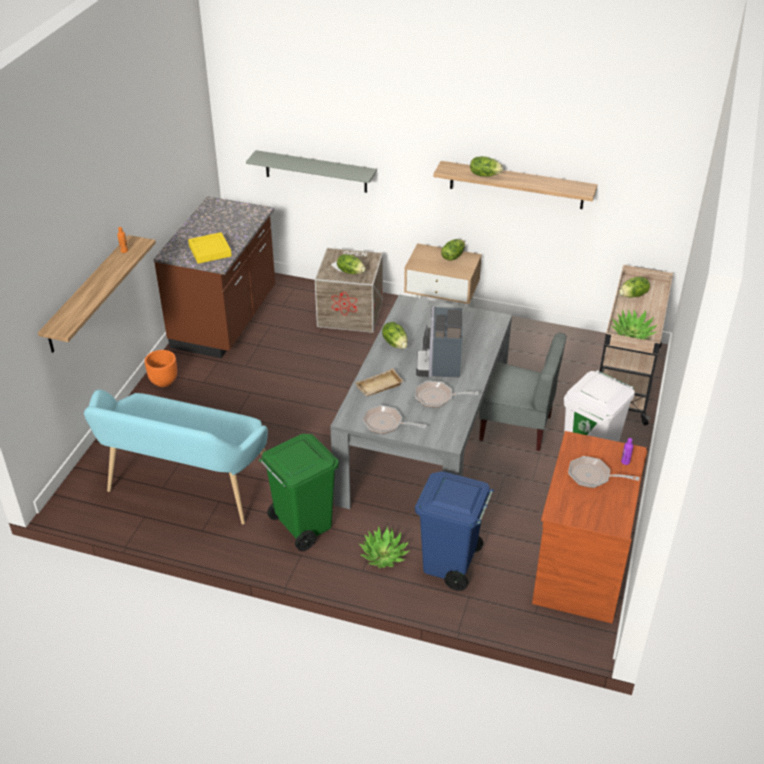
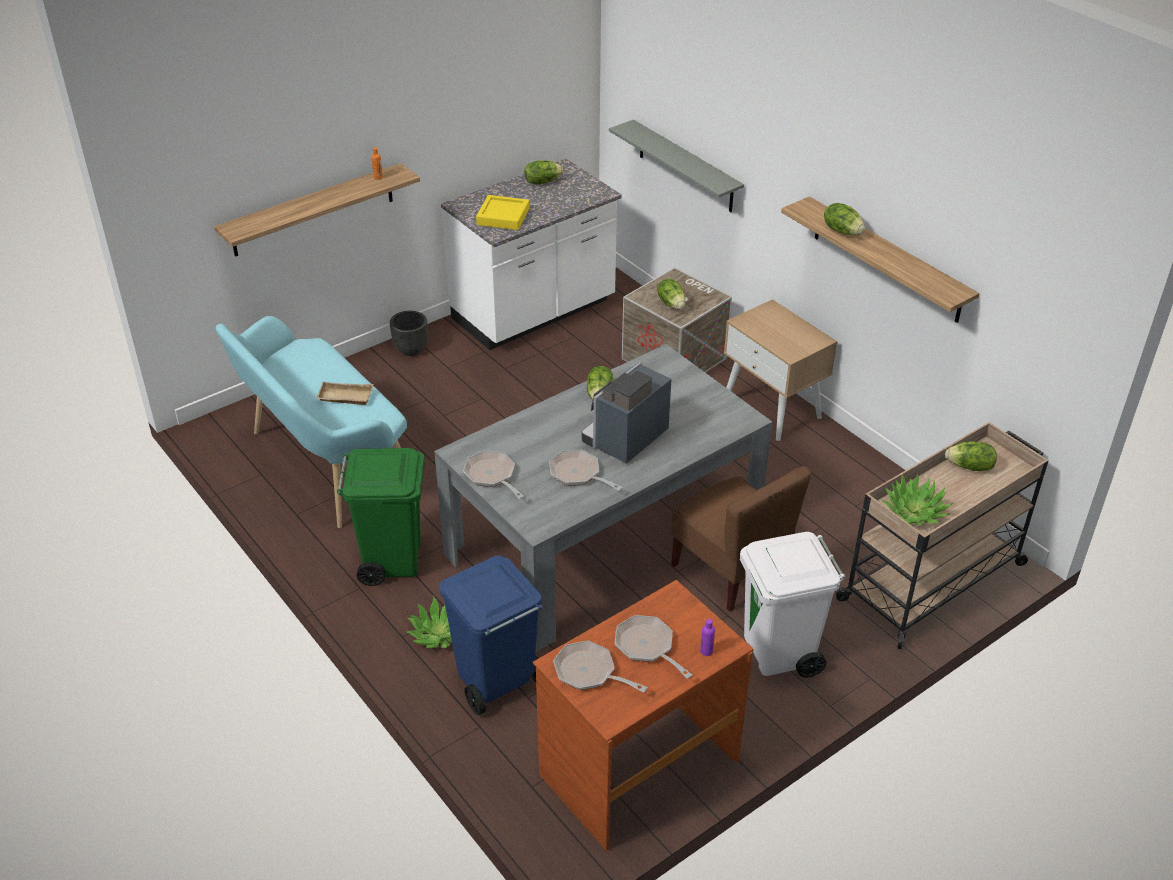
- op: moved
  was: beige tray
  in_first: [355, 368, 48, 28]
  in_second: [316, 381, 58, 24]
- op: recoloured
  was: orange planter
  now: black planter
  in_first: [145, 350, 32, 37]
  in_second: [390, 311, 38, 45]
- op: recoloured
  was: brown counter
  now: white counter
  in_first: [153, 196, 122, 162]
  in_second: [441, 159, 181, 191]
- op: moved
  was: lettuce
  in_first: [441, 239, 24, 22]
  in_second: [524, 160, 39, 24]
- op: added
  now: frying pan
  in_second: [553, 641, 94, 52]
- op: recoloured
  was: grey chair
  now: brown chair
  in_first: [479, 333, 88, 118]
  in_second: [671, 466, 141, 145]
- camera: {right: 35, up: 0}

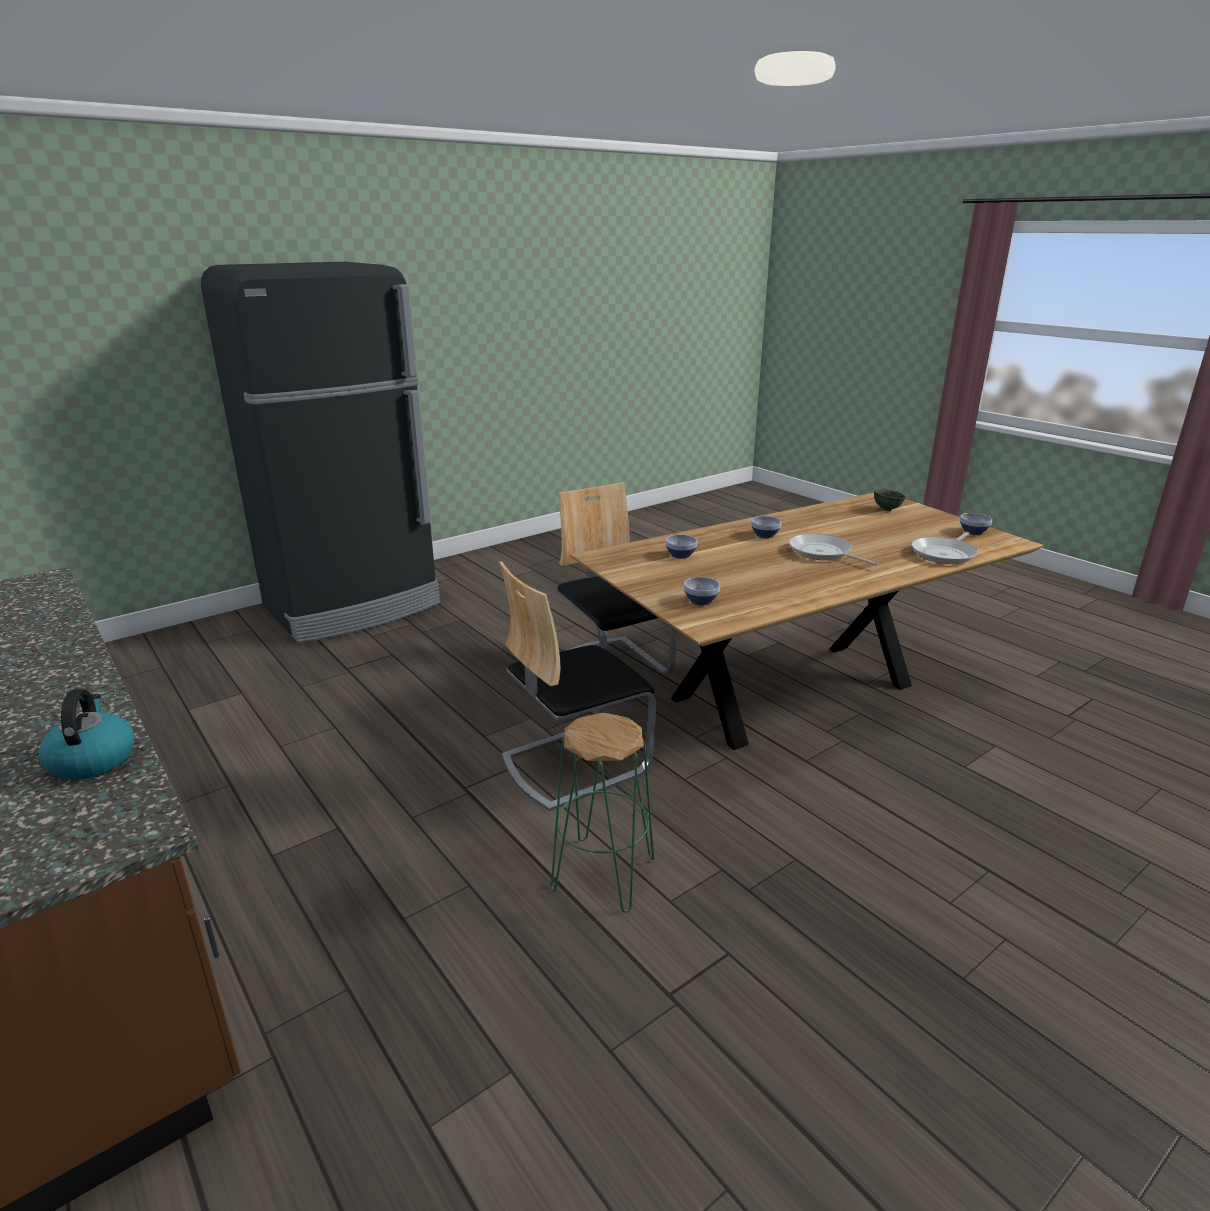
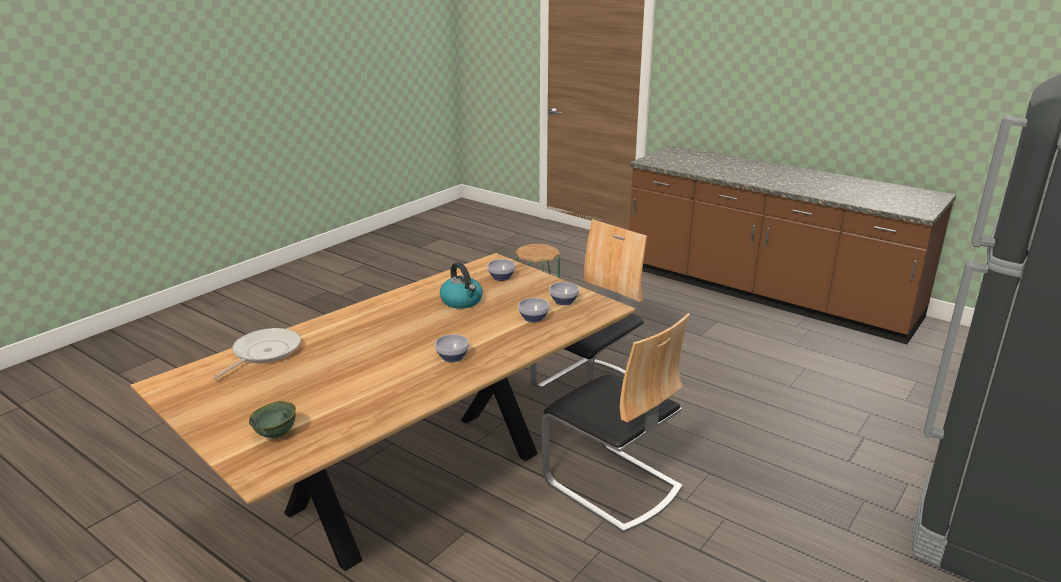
- op: moved
  was: kettle
  in_first: [39, 688, 95, 92]
  in_second: [440, 262, 43, 47]
- op: moved
  was: bowl
  in_first: [960, 513, 32, 22]
  in_second: [549, 282, 30, 23]
- op: removed
  was: frying pan
  in_first: [789, 533, 90, 33]
- camera: {right: 165, up: 0}

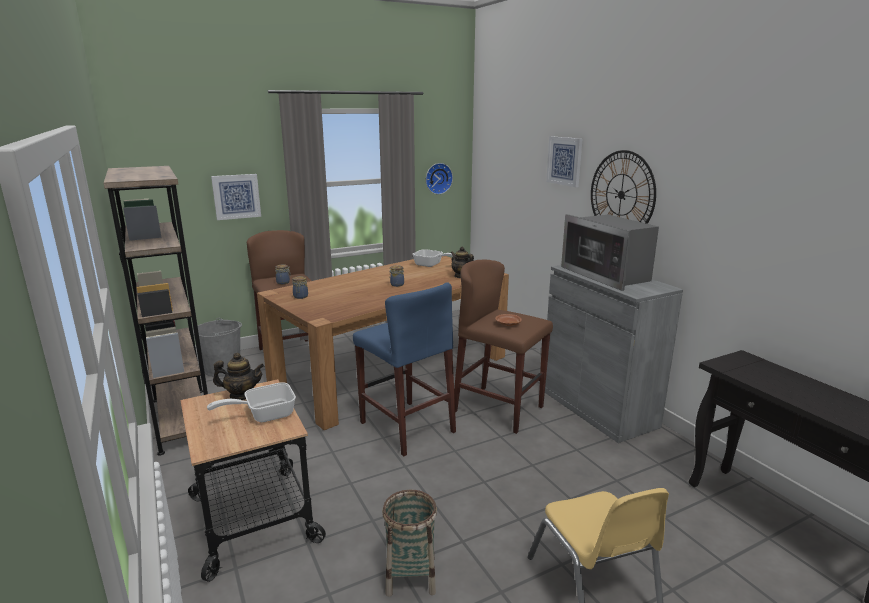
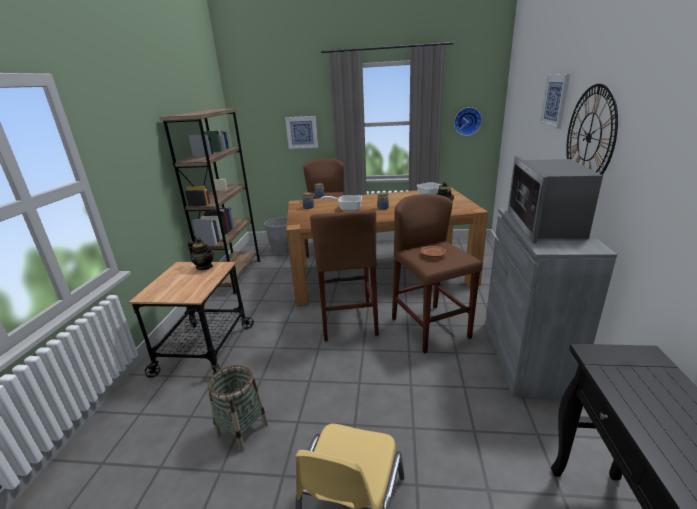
- op: recoloured
  was: blue stool
  now: brown stool
  in_first: [353, 282, 103, 174]
  in_second: [310, 210, 69, 131]
- op: moved
  was: frying pan
  in_first: [207, 382, 89, 40]
  in_second: [321, 195, 41, 16]
- camera: {right: 35, up: 5}

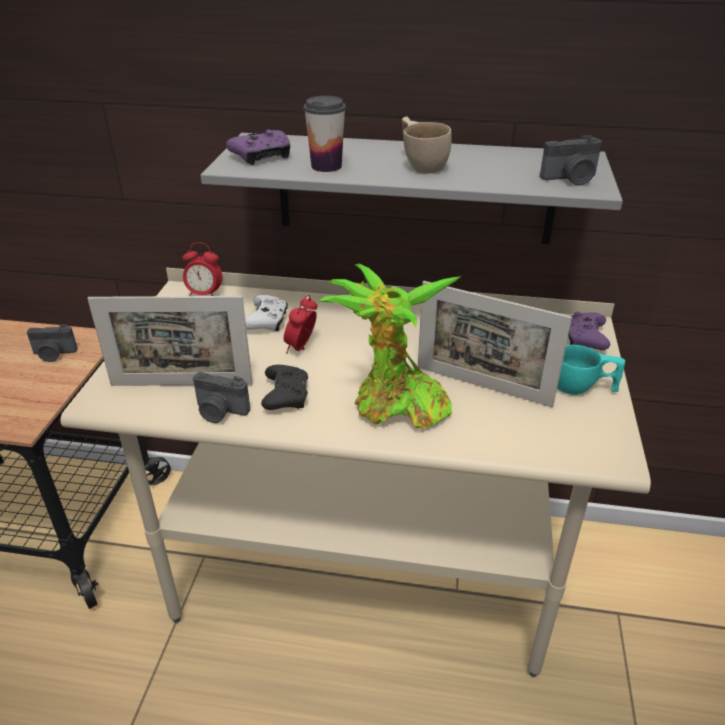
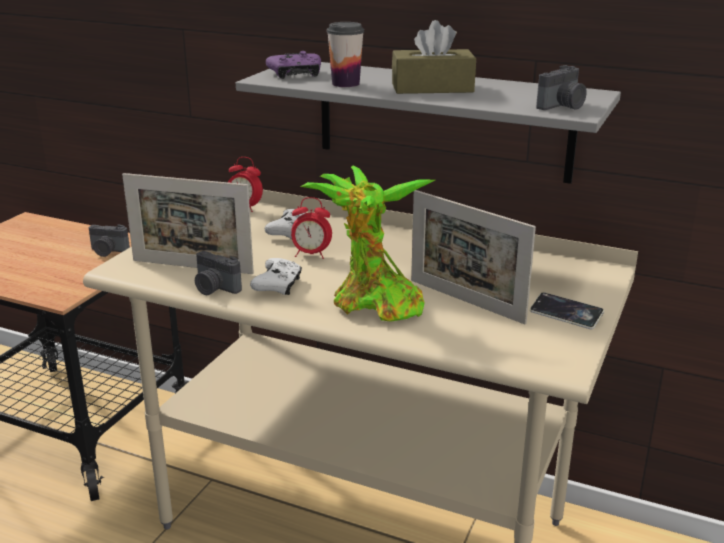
- op: recoloured
  was: black game controller
  now: white game controller
  in_first: [261, 365, 47, 45]
  in_second: [250, 258, 52, 37]
- op: turned
  was: alarm clock
  in_first: [284, 295, 33, 59]
  in_second: [291, 197, 41, 62]
  clockwise: -120
- op: replaced
  was: beige cup
  now: brown tissue box
  in_first: [402, 116, 50, 58]
  in_second: [392, 20, 84, 74]
- op: replaced
  was: turquoise cup
  now: phone
  in_first: [557, 345, 68, 50]
  in_second: [530, 292, 74, 37]
- op: turned
  was: photo camera
  in_first: [540, 135, 62, 51]
  in_second: [536, 65, 51, 45]
  clockwise: -45
- op: removed
  was: purple game controller
  in_first: [568, 312, 42, 38]
- camera: {right: 15, up: -10}

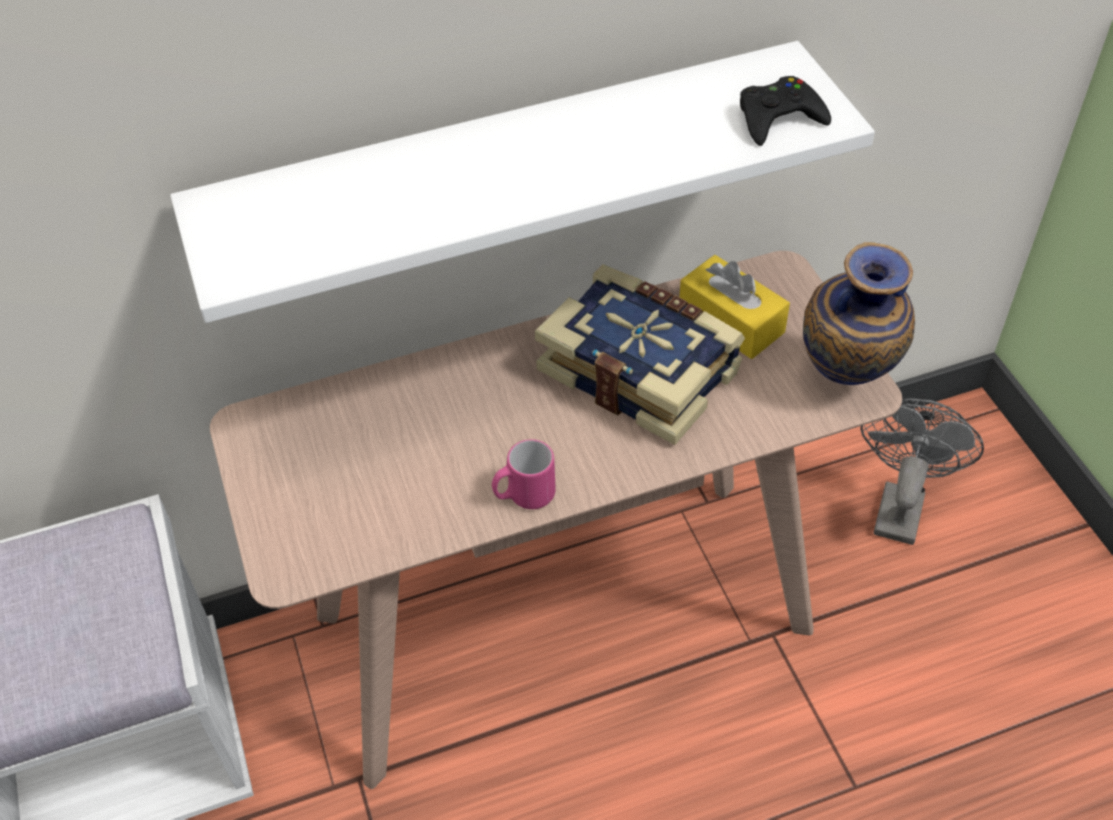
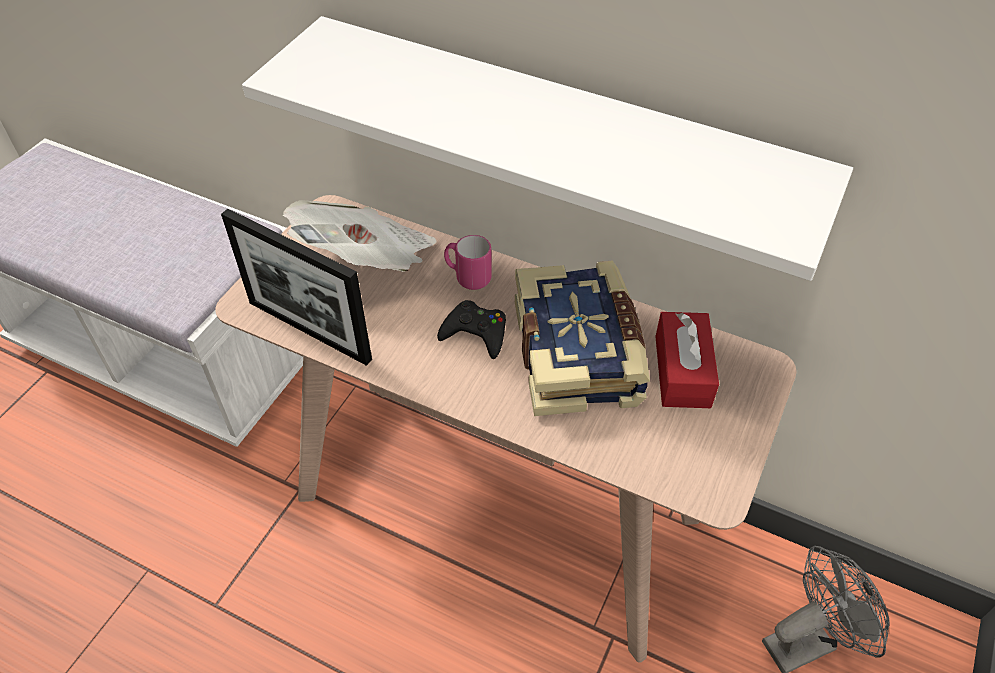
- op: added
  now: picture frame
  in_second: [221, 209, 151, 157]
- op: added
  now: newspaper
  in_second: [283, 200, 154, 72]
- op: moved
  was: black game controller
  in_first: [740, 76, 91, 70]
  in_second: [437, 300, 69, 59]
- op: moved
  was: pink mug
  in_first: [492, 439, 64, 70]
  in_second: [444, 235, 48, 55]
- op: recoloured
  was: yellow tissue box
  now: red tissue box
  in_first: [679, 255, 111, 104]
  in_second: [655, 312, 64, 96]
- op: removed
  was: vase
  in_first: [803, 242, 112, 143]
- camera: {right: 45, up: 0}

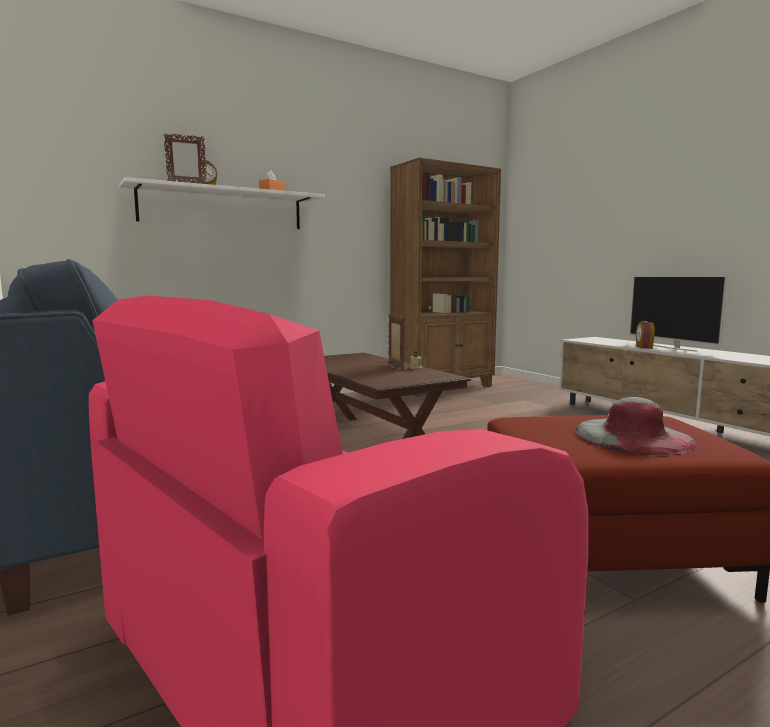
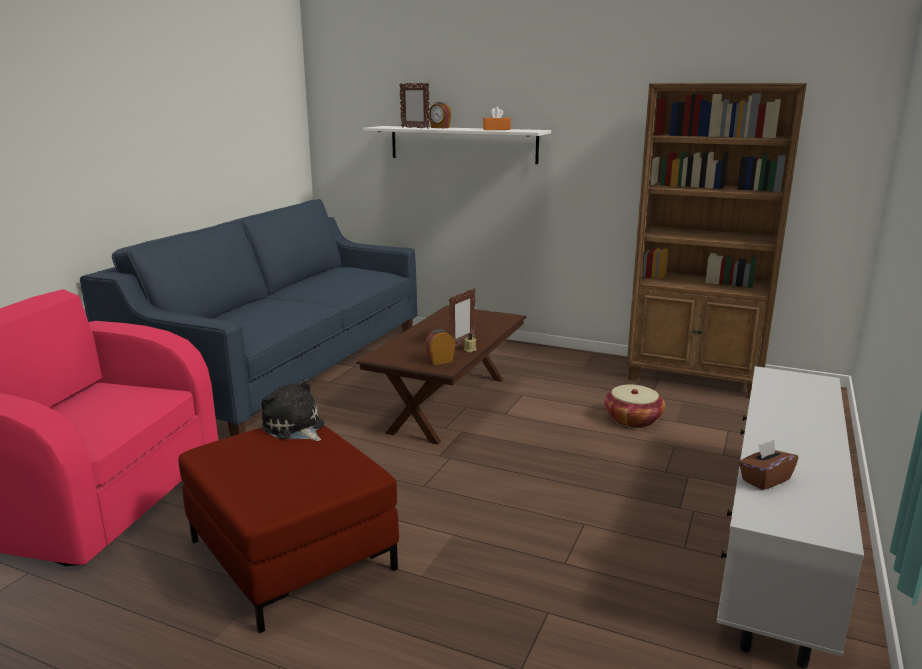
- op: added
  now: plush toy
  in_second: [261, 379, 63, 62]
- op: moved
  was: alarm clock
  in_first: [636, 321, 19, 28]
  in_second: [425, 329, 30, 36]
- op: added
  now: basket
  in_second: [604, 384, 61, 44]
- op: added
  now: brown tissue box
  in_second: [739, 440, 59, 50]
- op: removed
  was: grey hat
  in_first: [575, 397, 122, 58]
- op: removed
  was: television
  in_first: [629, 276, 98, 76]
- camera: {right: 55, up: 10}

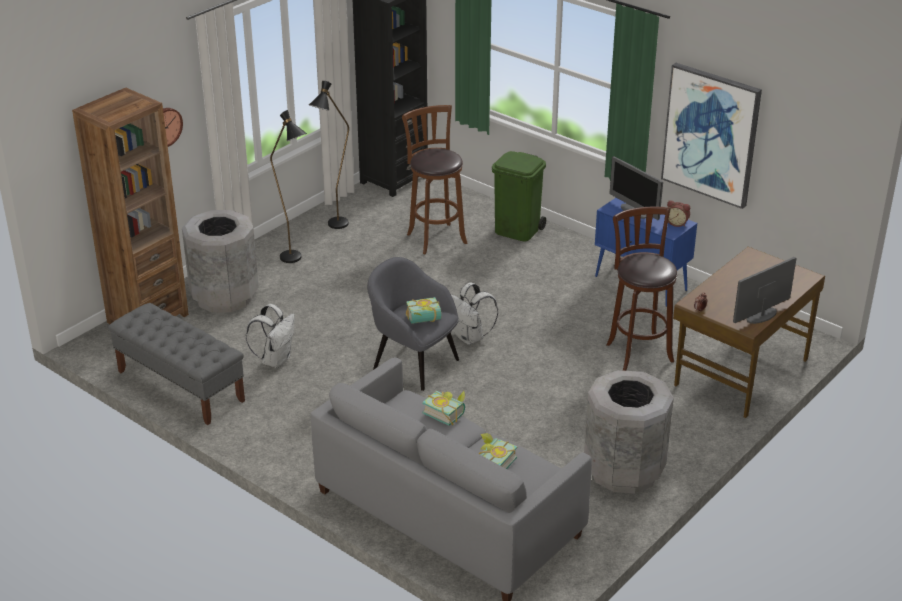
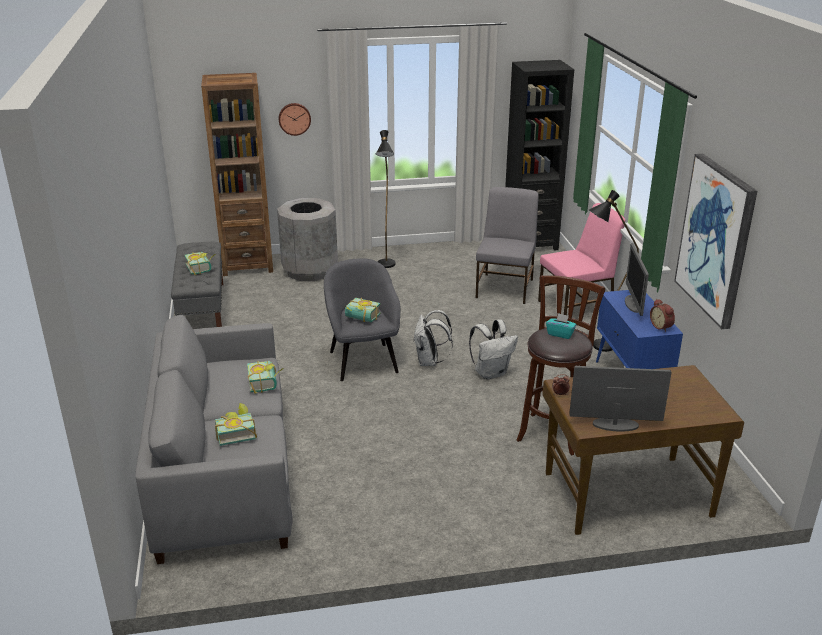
- op: added
  now: book
  in_second: [184, 252, 31, 23]
- op: moved
  was: white backpack
  in_first: [246, 304, 49, 64]
  in_second: [469, 319, 49, 61]
- op: replaced
  was: brown stool
  now: grey chair
  in_first: [402, 105, 65, 149]
  in_second: [476, 187, 63, 117]
- op: replaced
  was: green trash can
  now: pink chair
  in_first: [492, 151, 54, 90]
  in_second: [538, 203, 87, 112]
- op: added
  now: turquoise tissue box
  in_second: [546, 313, 31, 26]
- op: moved
  was: black floor lamp
  in_first: [309, 81, 40, 148]
  in_second: [589, 190, 50, 162]
- op: removed
  was: grey trash can
  in_first: [584, 370, 90, 124]
- camera: {right: 40, up: -5}

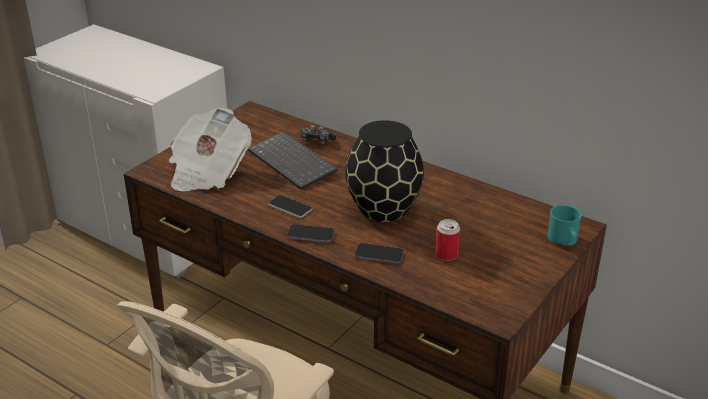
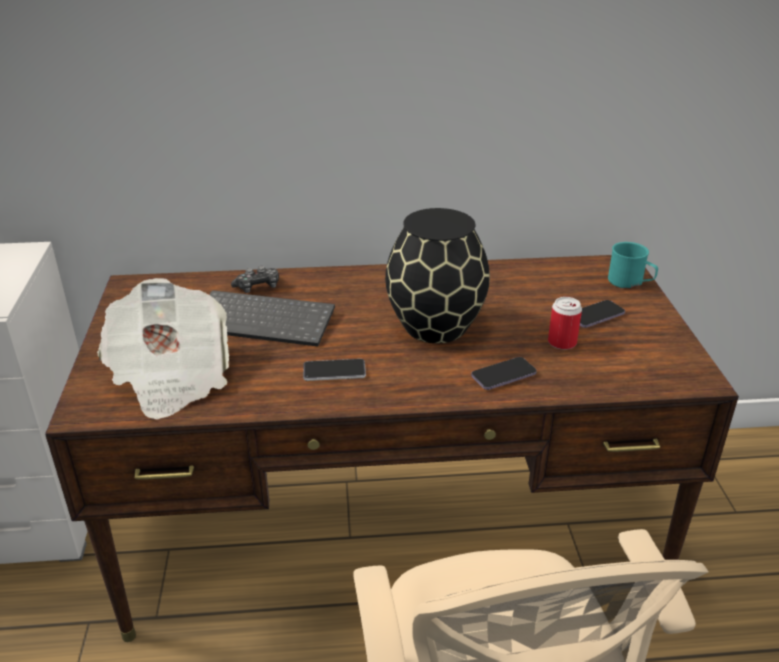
- op: moved
  was: phone
  in_first: [287, 224, 47, 18]
  in_second: [580, 300, 45, 28]
- camera: {right: -40, up: 0}

